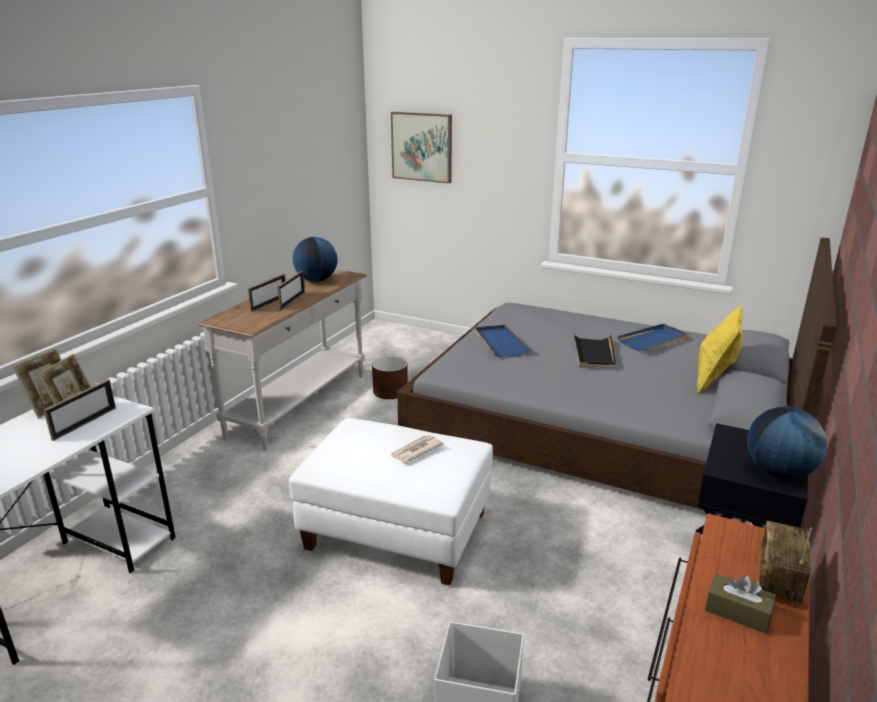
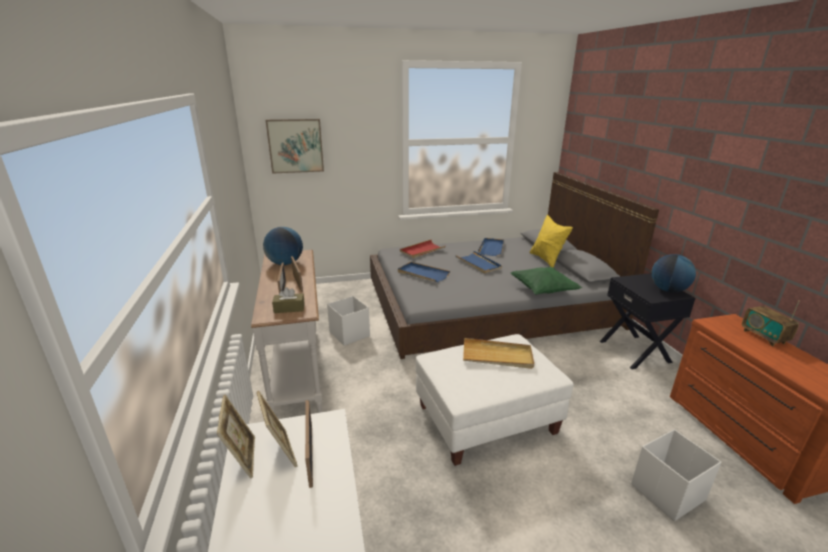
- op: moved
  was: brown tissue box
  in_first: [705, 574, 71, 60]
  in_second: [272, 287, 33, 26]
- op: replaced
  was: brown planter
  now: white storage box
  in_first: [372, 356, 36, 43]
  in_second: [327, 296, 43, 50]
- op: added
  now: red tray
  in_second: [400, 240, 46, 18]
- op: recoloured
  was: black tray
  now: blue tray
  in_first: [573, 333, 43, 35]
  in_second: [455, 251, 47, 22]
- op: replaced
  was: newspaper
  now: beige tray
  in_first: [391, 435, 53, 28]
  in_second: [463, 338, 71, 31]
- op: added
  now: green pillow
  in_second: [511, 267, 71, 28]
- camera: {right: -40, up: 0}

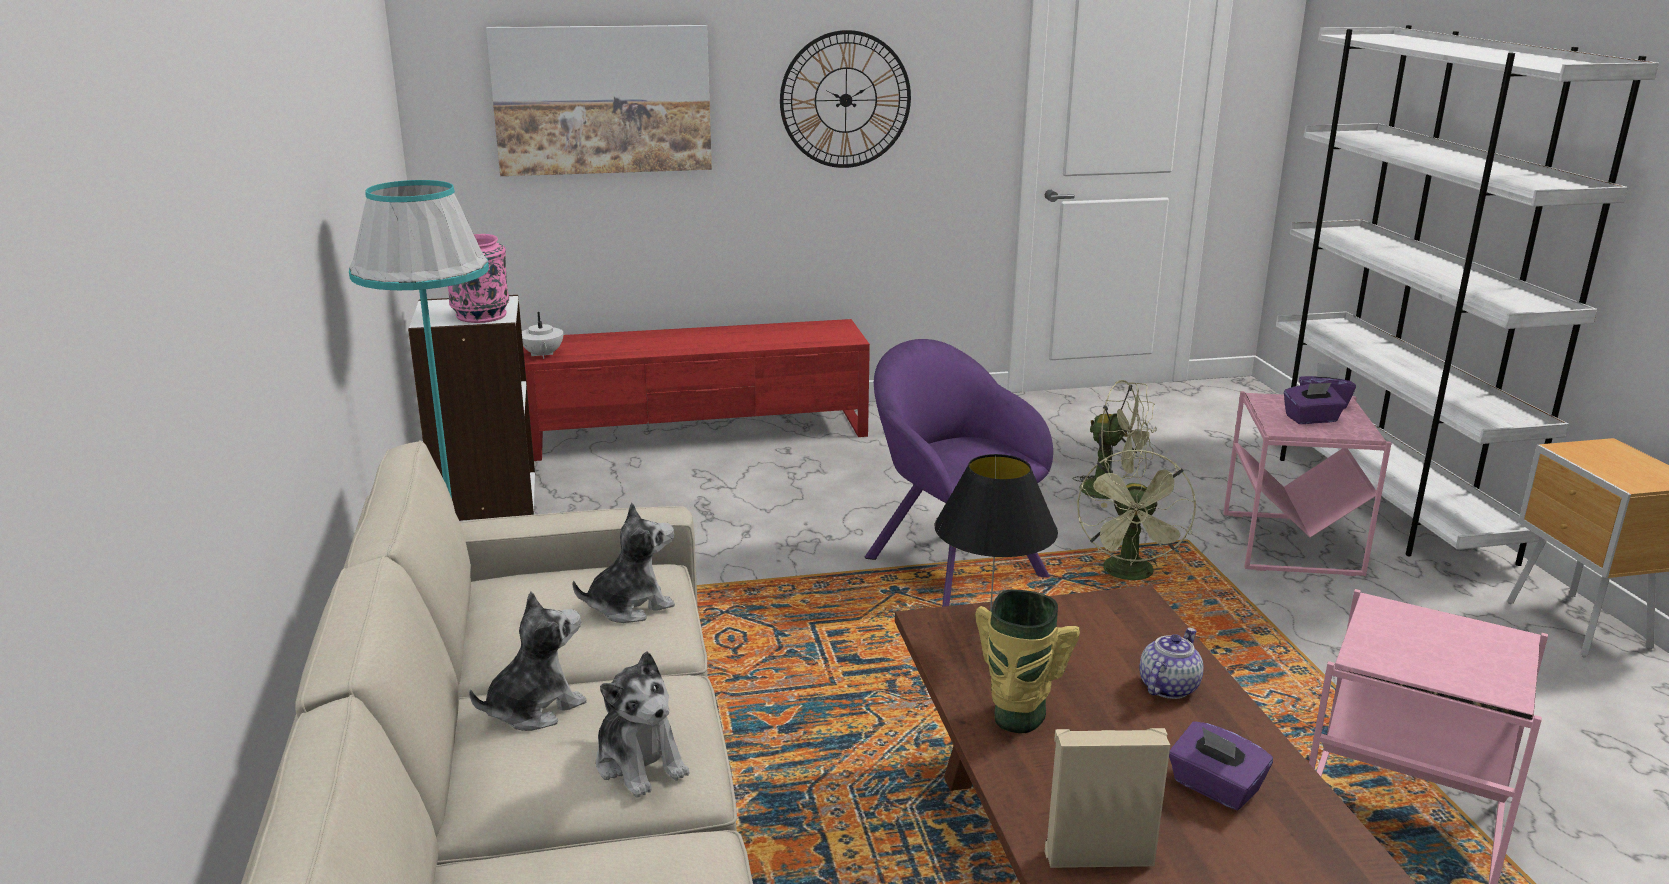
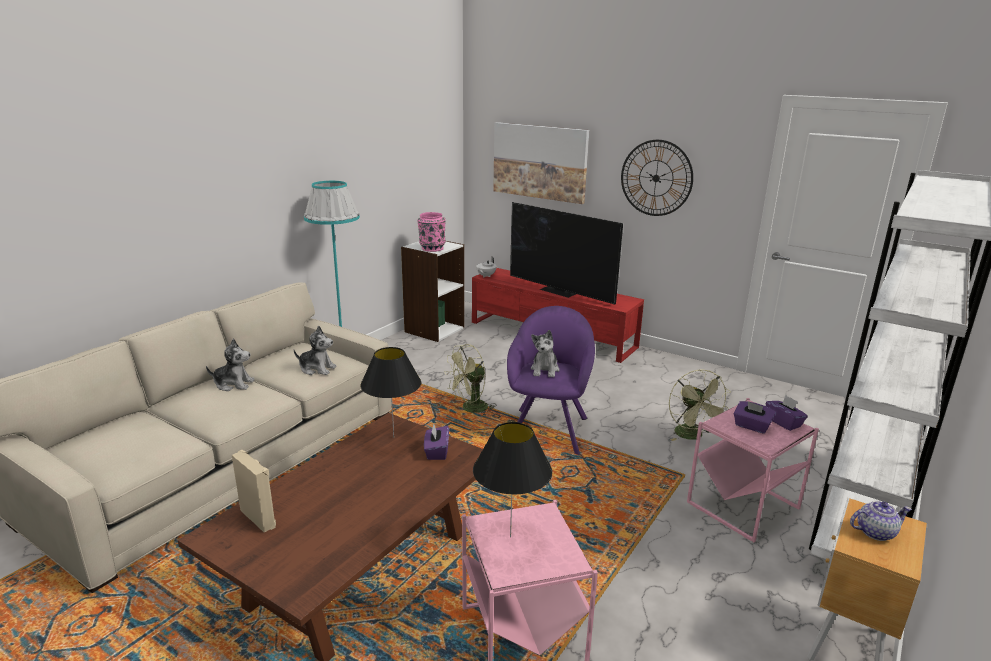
- op: moved
  was: purple tissue box
  in_first: [1169, 721, 104, 89]
  in_second: [424, 423, 25, 37]
- op: moved
  was: green fan
  in_first: [1077, 449, 119, 131]
  in_second: [445, 344, 50, 72]
- op: added
  now: black table lamp
  in_second: [473, 422, 79, 115]
- op: added
  now: television
  in_second: [510, 202, 113, 102]
- op: moved
  was: plush toy
  in_first: [596, 651, 94, 147]
  in_second: [531, 330, 28, 48]
- op: moved
  was: teapot
  in_first: [1139, 628, 65, 71]
  in_second: [850, 501, 62, 40]
- op: removed
  was: vase
  in_first: [975, 590, 105, 143]
- camera: {right: 45, up: 0}

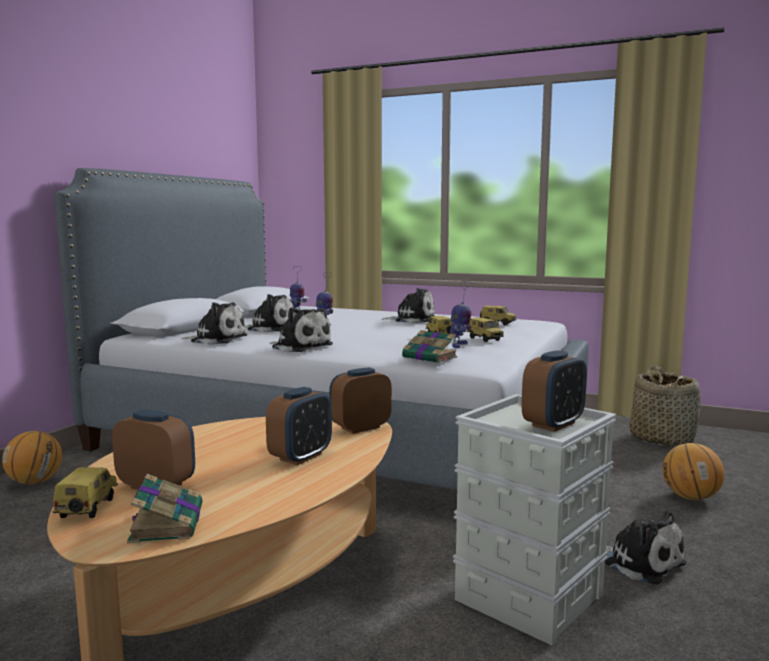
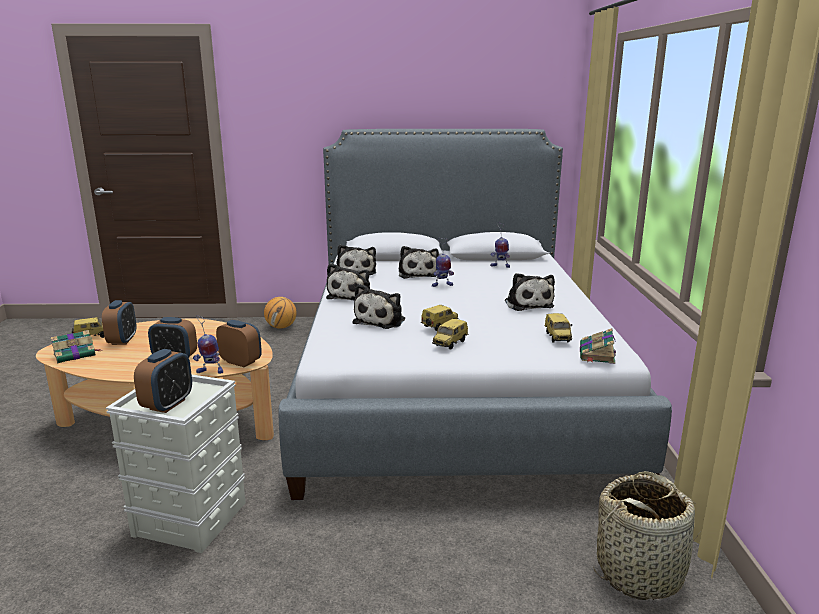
- op: turned
  was: alarm clock
  in_first: [522, 350, 65, 82]
  in_second: [134, 349, 58, 64]
  clockwise: -90
- op: moved
  was: toy robot
  in_first: [450, 281, 21, 67]
  in_second: [193, 315, 30, 59]
- op: moved
  was: plush toy
  in_first: [605, 510, 81, 75]
  in_second: [353, 284, 52, 45]
- op: moved
  was: book
  in_first: [402, 330, 55, 33]
  in_second: [580, 328, 36, 36]
- op: removed
  was: basketball
  in_first: [662, 443, 63, 57]
- camera: {right: 65, up: 10}

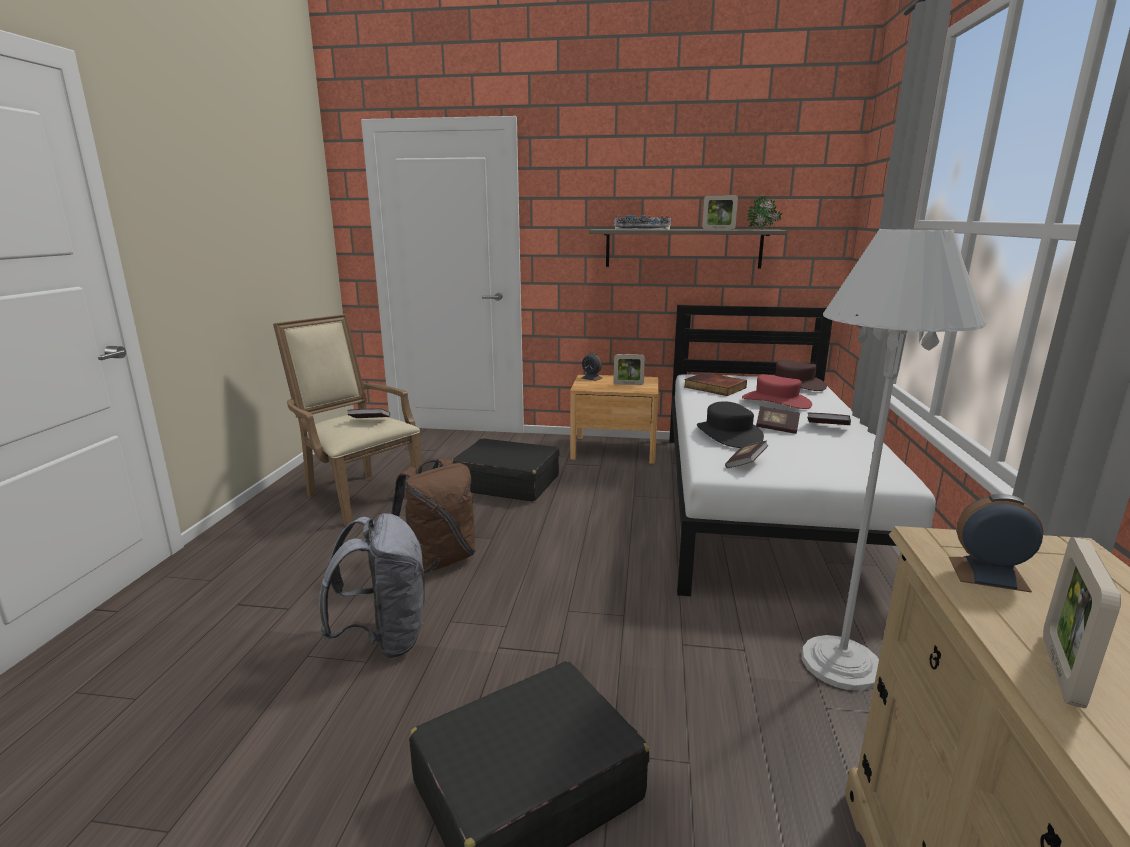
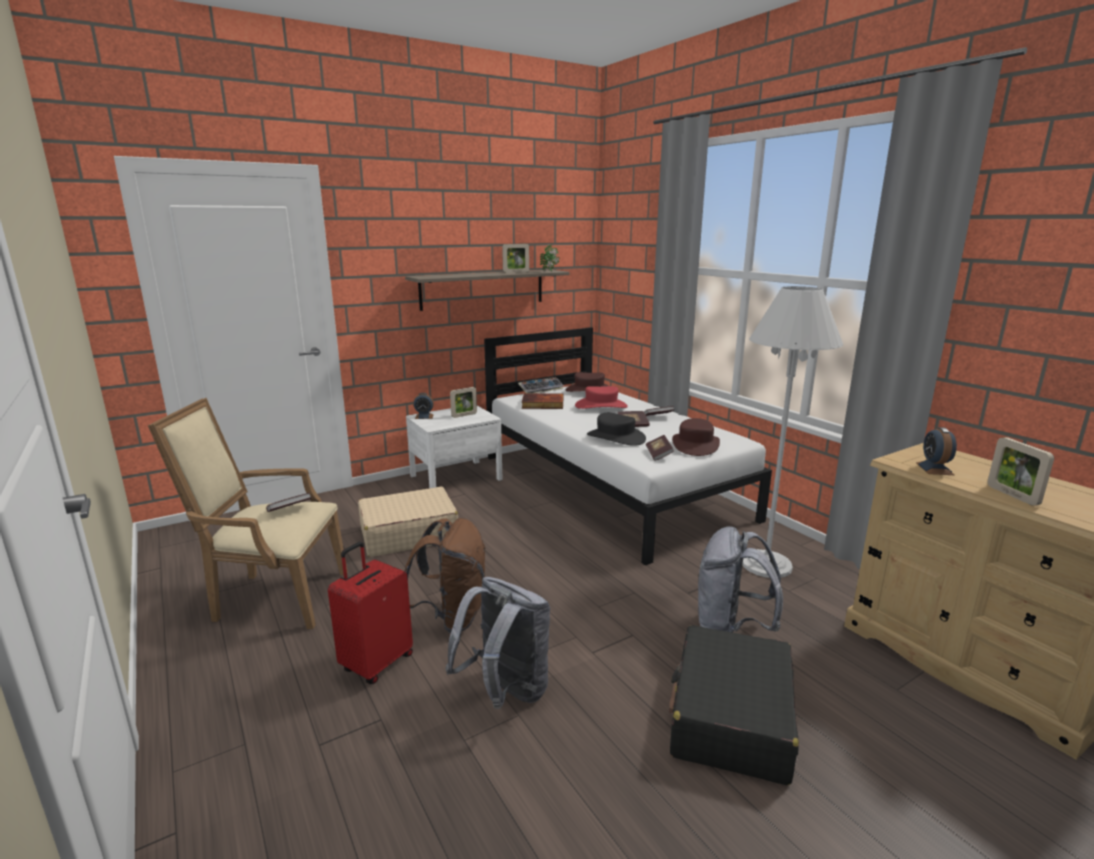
- op: added
  now: red suitcase
  in_second: [328, 542, 85, 142]
- op: recoloured
  was: black suitcase
  now: beige suitcase
  in_first: [451, 438, 109, 63]
  in_second: [358, 487, 100, 70]
- op: recoloured
  was: brown nightstand
  now: white nightstand
  in_first: [570, 374, 89, 90]
  in_second: [406, 406, 97, 82]
- op: moved
  was: keyboard
  in_first: [614, 215, 57, 15]
  in_second: [518, 377, 46, 16]
- op: added
  now: brown hat
  in_second: [672, 418, 48, 38]
- op: added
  now: grey backpack
  in_second: [698, 526, 85, 107]
- op: turned
  was: alarm clock
  in_first: [949, 494, 94, 99]
  in_second: [916, 427, 41, 48]
  clockwise: -60
- camera: {right: -40, up: 0}

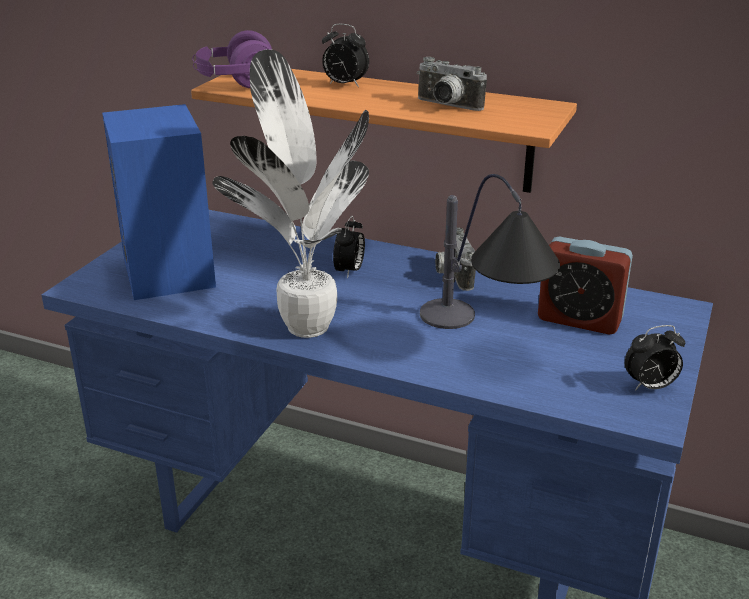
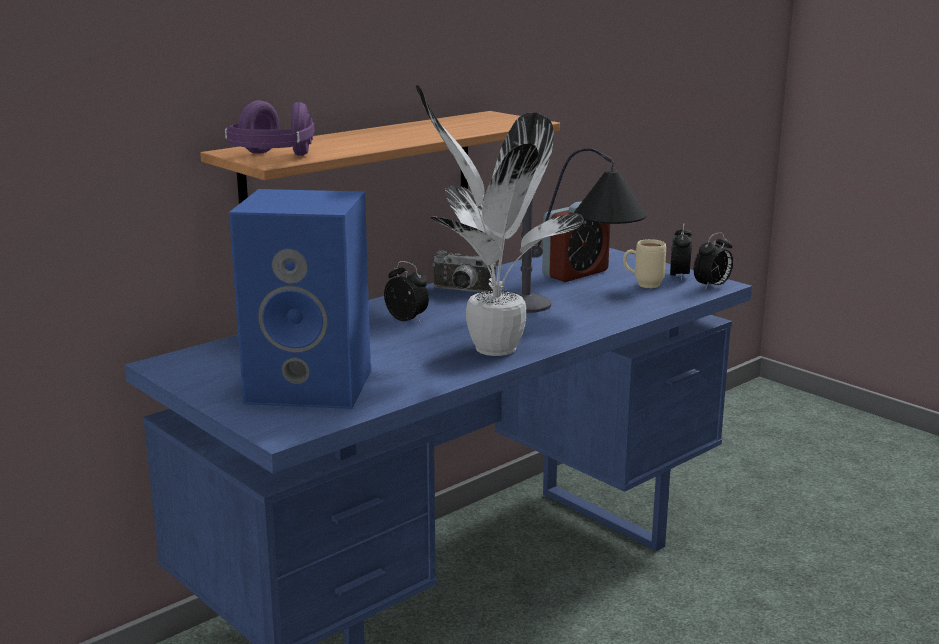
- op: added
  now: beige mug
  in_second: [623, 239, 43, 49]
- op: moved
  was: alarm clock
  in_first: [322, 24, 47, 63]
  in_second: [694, 232, 39, 58]
- op: removed
  was: photo camera
  in_first: [417, 57, 70, 54]
- camera: {right: -65, up: -10}

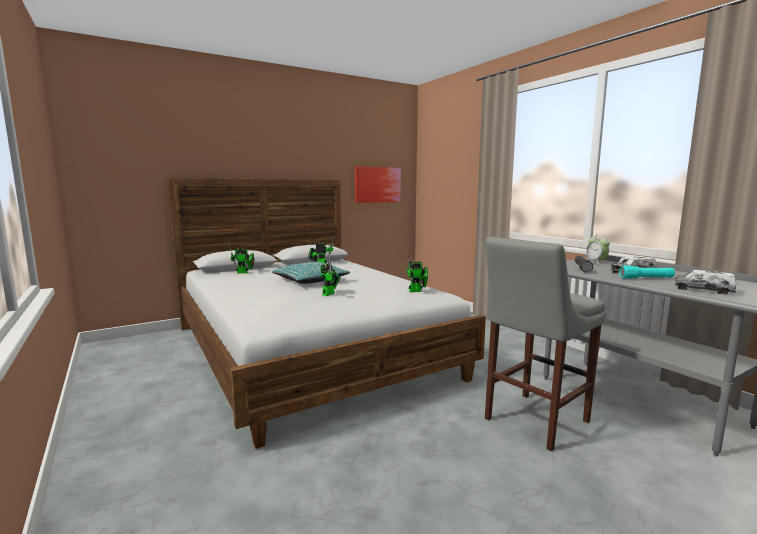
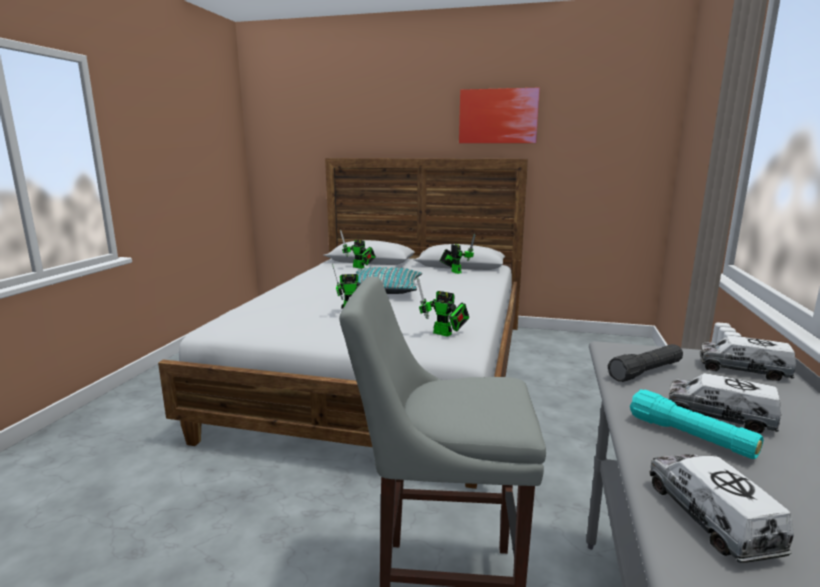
- op: moved
  was: picture
  in_first: [355, 166, 46, 37]
  in_second: [459, 87, 81, 56]
- op: replaced
  was: alarm clock
  now: toy truck
  in_first: [586, 234, 24, 30]
  in_second: [699, 335, 97, 46]
- camera: {right: 45, up: 5}

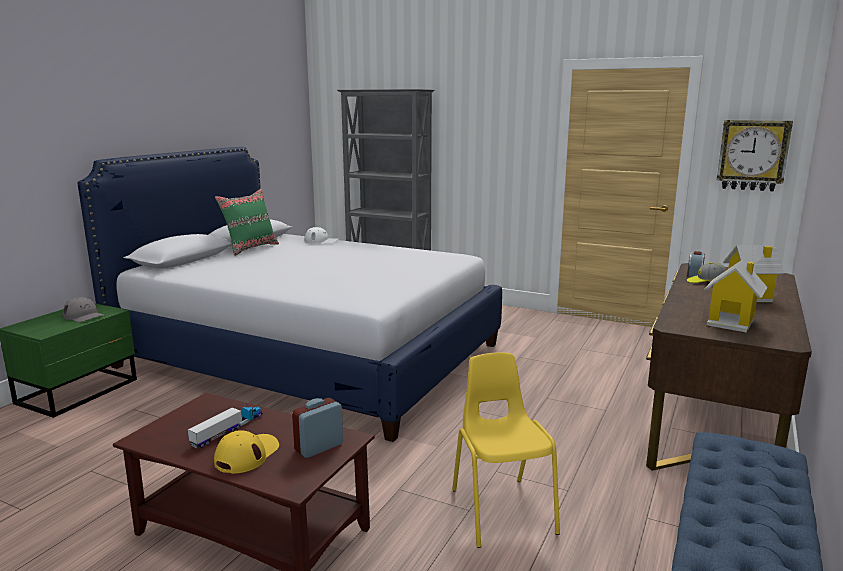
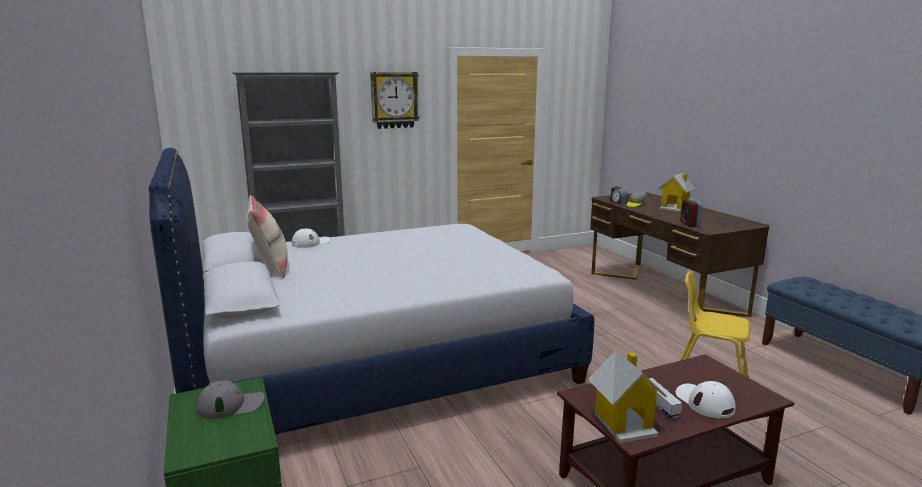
- op: recoloured
  was: green pillow
  now: beige pillow
  in_first: [215, 189, 64, 67]
  in_second: [246, 195, 42, 83]
- op: moved
  was: wall clock
  in_first: [717, 120, 76, 71]
  in_second: [370, 72, 49, 57]
- op: moved
  was: toy house
  in_first: [704, 259, 64, 74]
  in_second: [588, 350, 79, 93]
- op: recoloured
  was: yellow cap
  now: white cap
  in_first: [214, 430, 65, 44]
  in_second: [676, 381, 60, 38]
- op: moved
  was: alarm clock
  in_first: [292, 398, 51, 60]
  in_second: [680, 198, 22, 29]
- camera: {right: -50, up: 0}

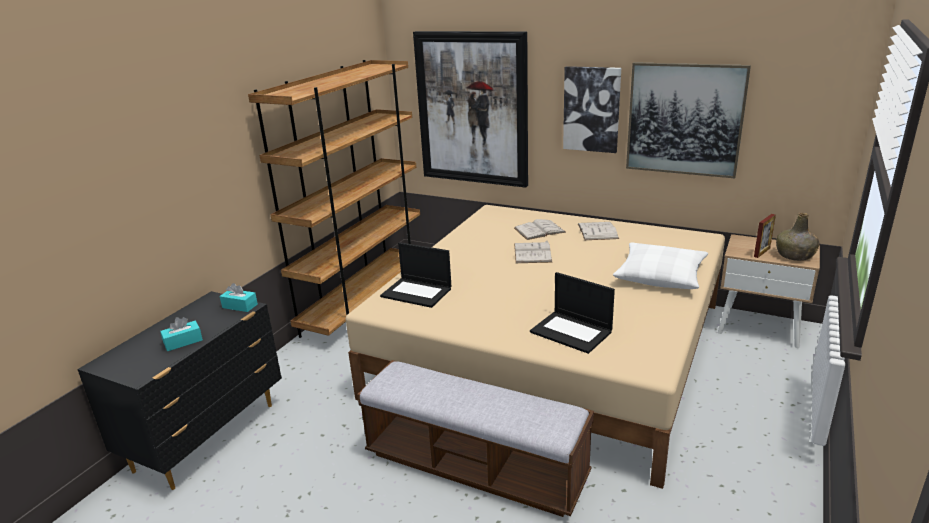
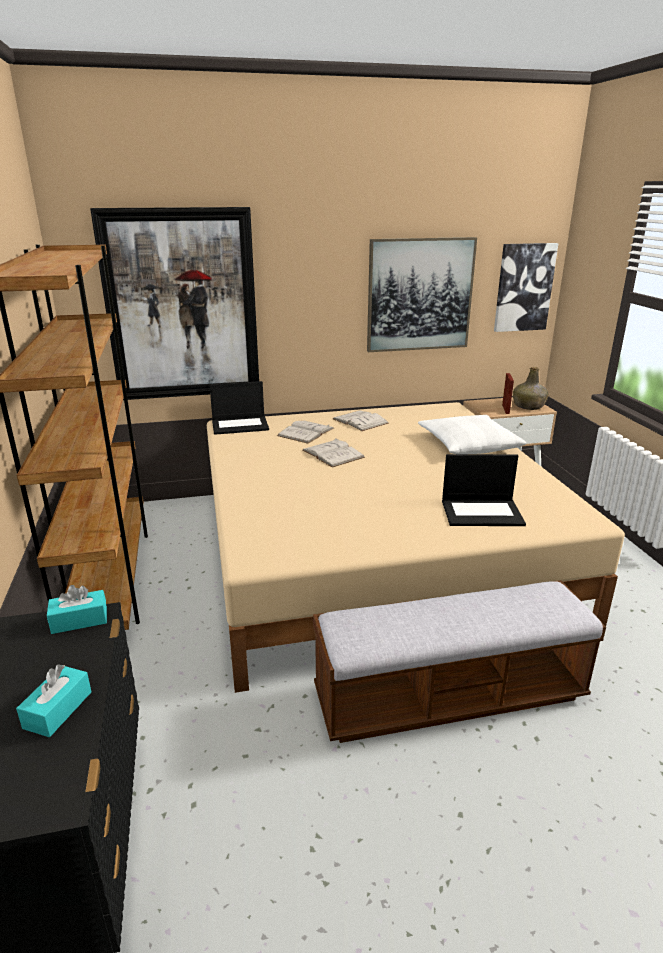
- op: moved
  was: laptop
  in_first: [380, 242, 71, 66]
  in_second: [210, 381, 59, 54]
- op: moved
  was: picture
  in_first: [563, 66, 58, 87]
  in_second: [494, 243, 64, 89]
- camera: {right: -40, up: 0}

